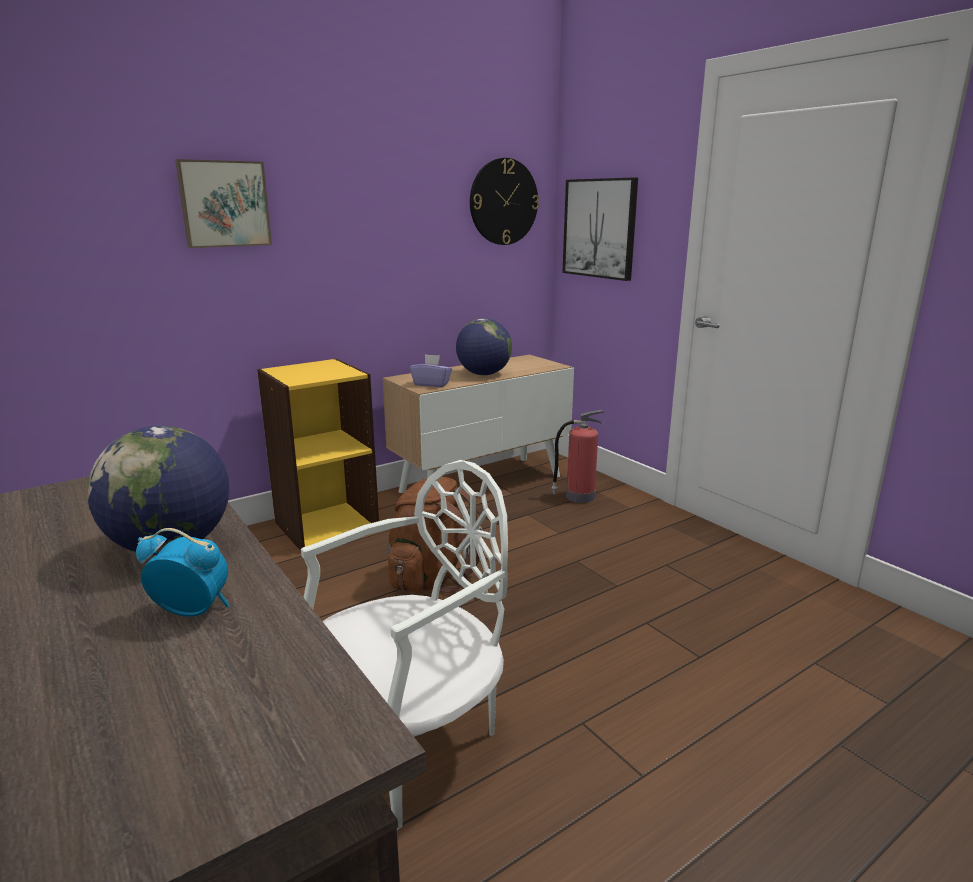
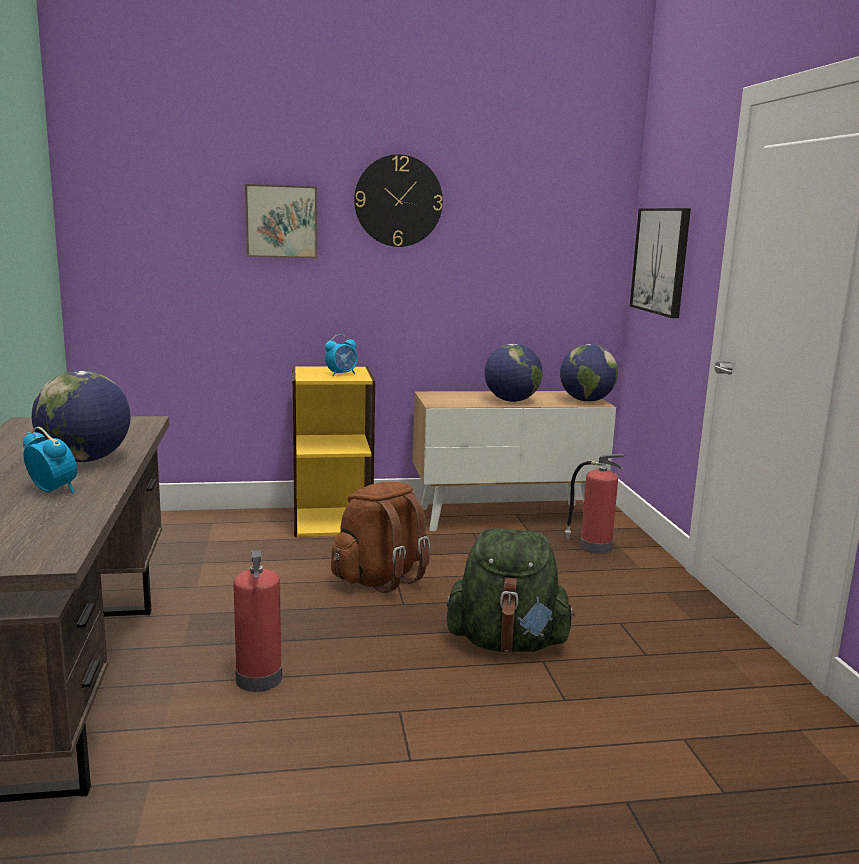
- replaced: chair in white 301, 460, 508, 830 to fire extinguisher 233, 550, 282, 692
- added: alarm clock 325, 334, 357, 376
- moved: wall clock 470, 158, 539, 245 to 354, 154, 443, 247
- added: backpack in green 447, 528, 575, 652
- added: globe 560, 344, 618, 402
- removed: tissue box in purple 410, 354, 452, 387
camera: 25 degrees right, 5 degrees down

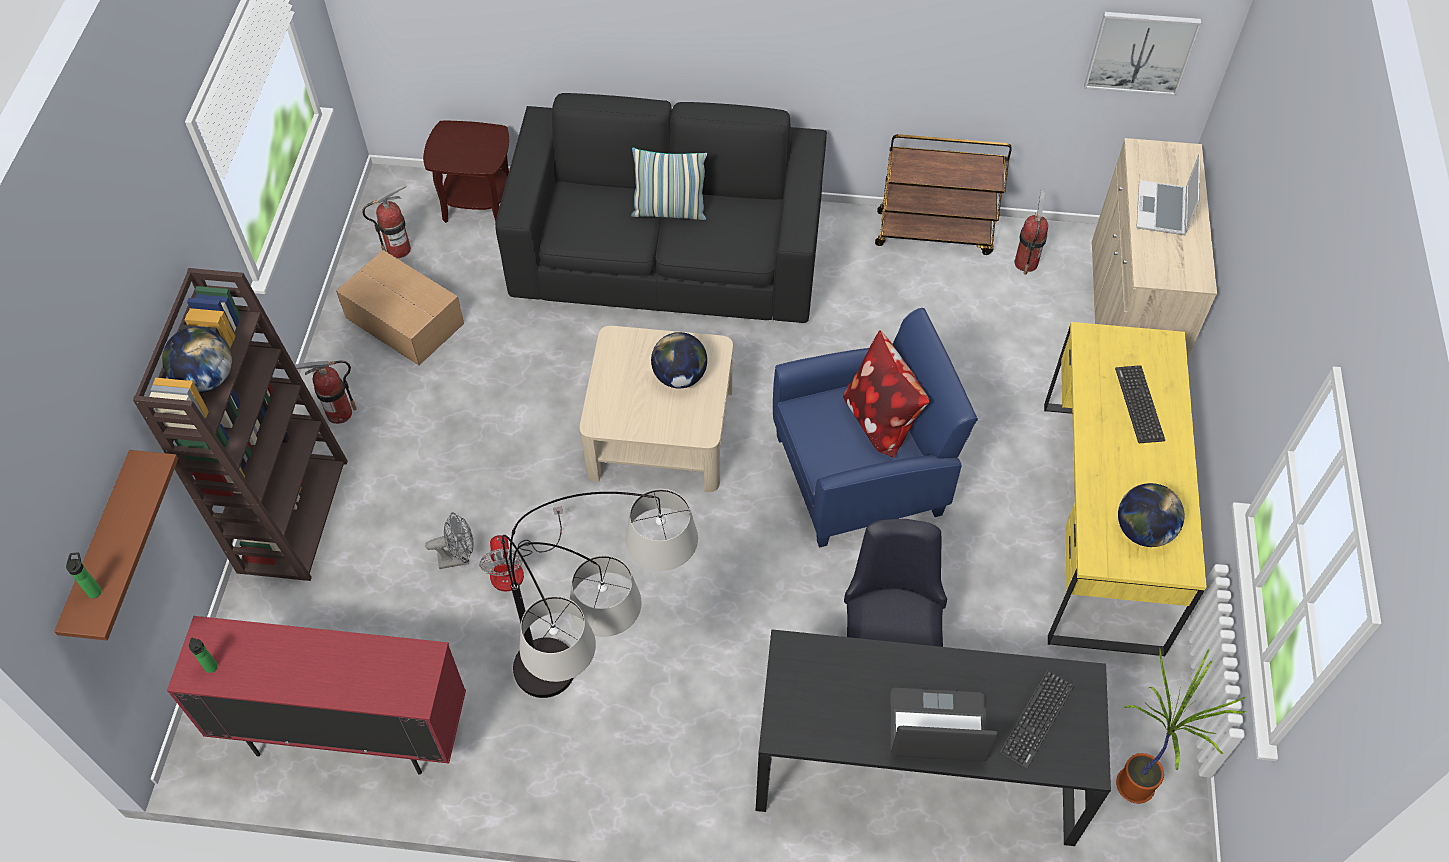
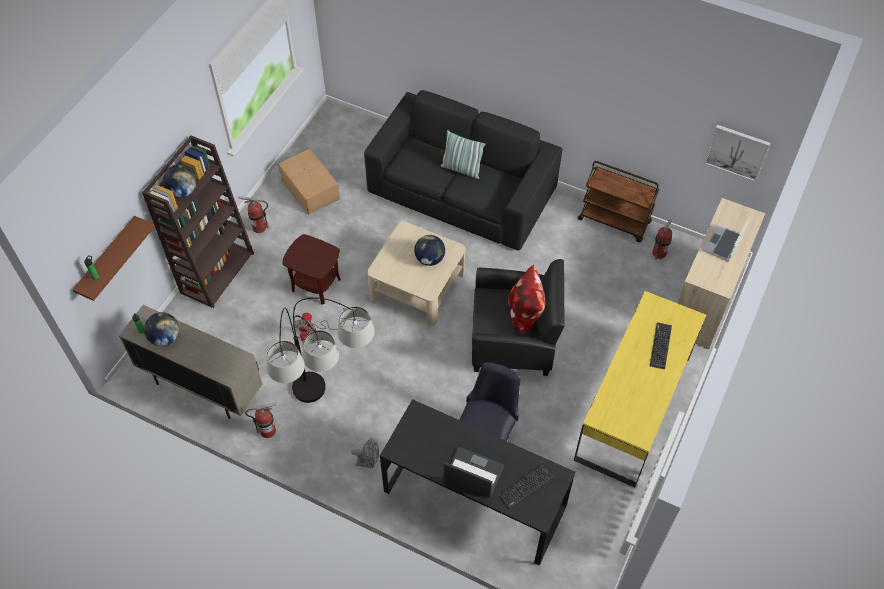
- recoloured: cabinet in red 167, 616, 466, 775 to cabinet in beige 119, 305, 263, 419
- moved: globe 1118, 483, 1184, 547 to 144, 312, 179, 346
- moved: fire extinguisher 362, 183, 411, 258 to 245, 403, 276, 438
- moved: side table in brown 423, 121, 509, 223 to 282, 234, 341, 305
- moved: fan in grey 425, 512, 474, 569 to 351, 438, 379, 469
- recoloured: armchair in blue 773, 308, 978, 548 to armchair in black 472, 259, 565, 376
- removed: potted plant 1116, 648, 1246, 804
camera: 20 degrees right, 0 degrees up

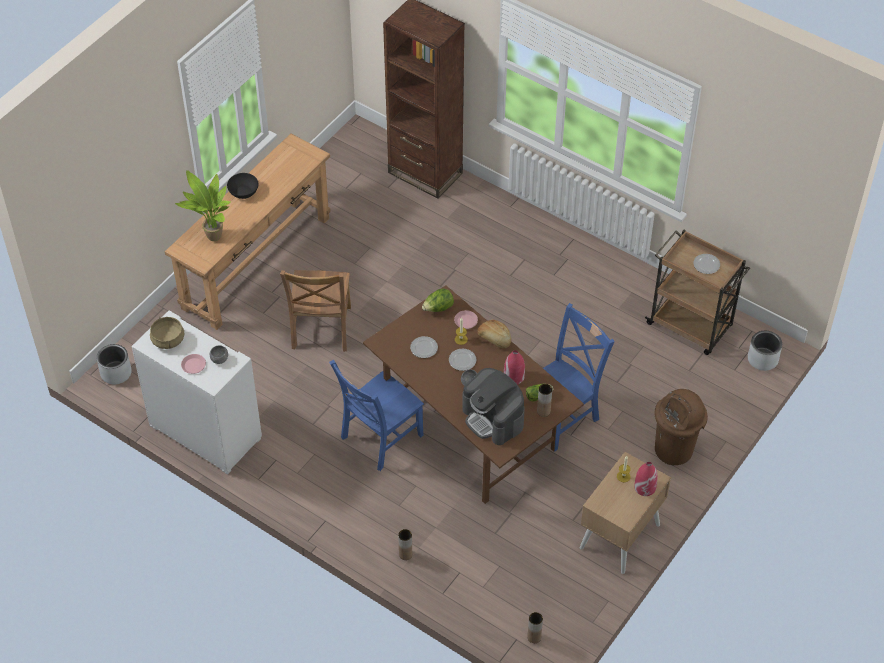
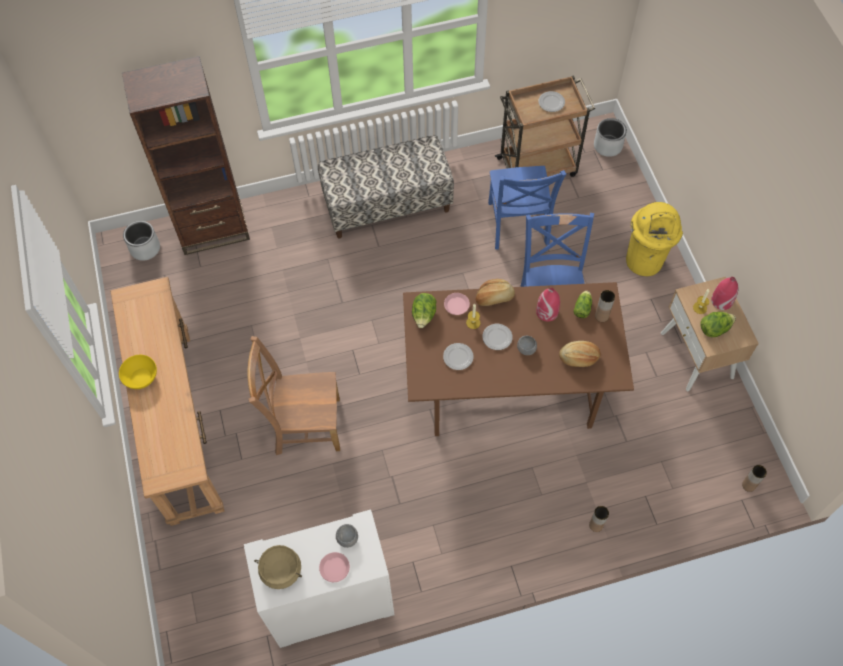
- recoloured: bowl in black 227, 173, 258, 199 to bowl in yellow 119, 355, 157, 389
- moved: planter in grey 97, 344, 132, 384 to 123, 221, 160, 261
- turned: chair in brown 280, 270, 351, 352 = 247, 336, 340, 455 135 degrees clockwise
- added: bench 318, 135, 454, 238
- moved: chair in blue 329, 360, 424, 471 to 488, 166, 566, 250
- replaced: coffee machine 462, 368, 525, 445 to bread 559, 341, 601, 367
- recoloured: trash can in brown 654, 389, 708, 465 to trash can in yellow 626, 202, 683, 276
- added: lettuce 700, 312, 736, 337
- removed: potted plant 175, 170, 230, 241
camera: 50 degrees left, 10 degrees up

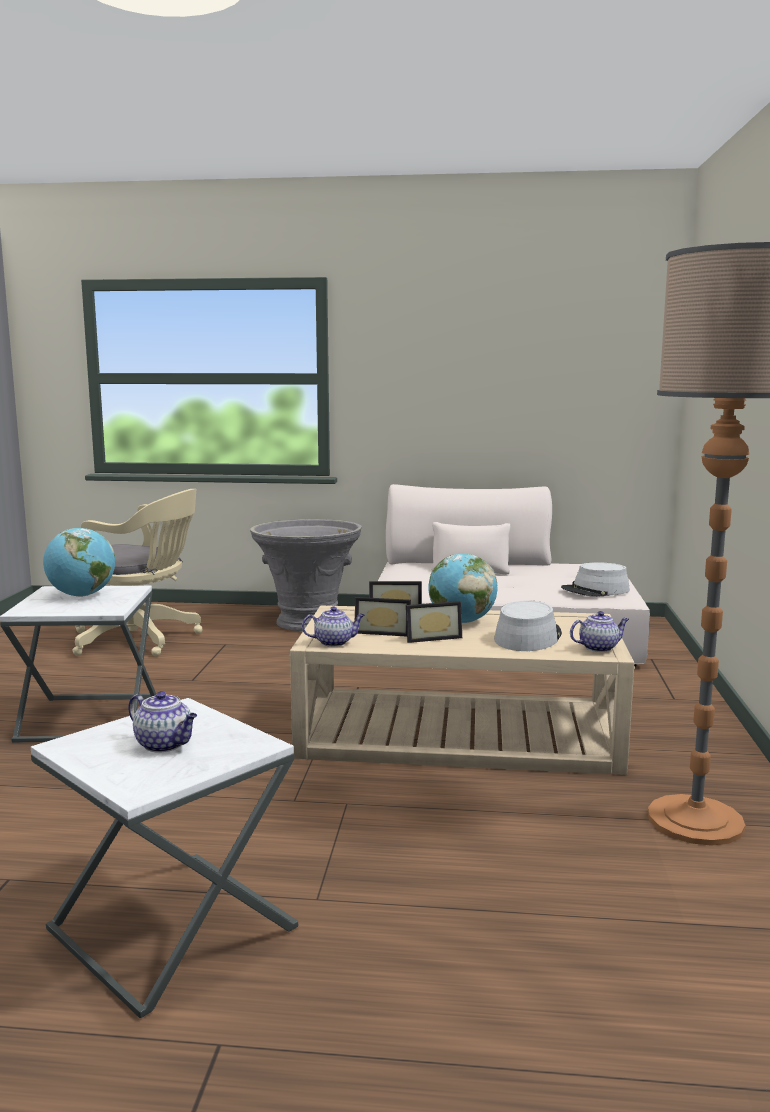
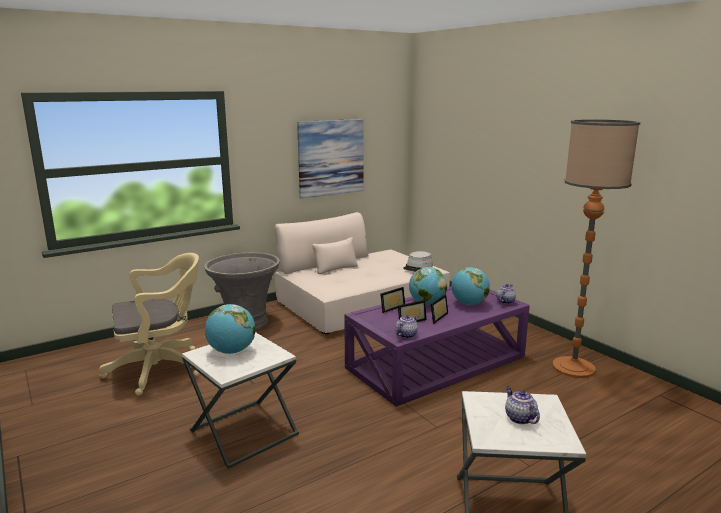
- added: picture 297, 119, 363, 199
- recoloured: coffee table in beige 290, 606, 635, 775 to coffee table in purple 344, 287, 530, 407
- replaced: hat in grey 494, 600, 562, 651 to globe 451, 267, 490, 305
- turned: teapot 128, 691, 197, 753 = 505, 386, 540, 424 105 degrees counterclockwise
camera: 40 degrees left, 5 degrees up

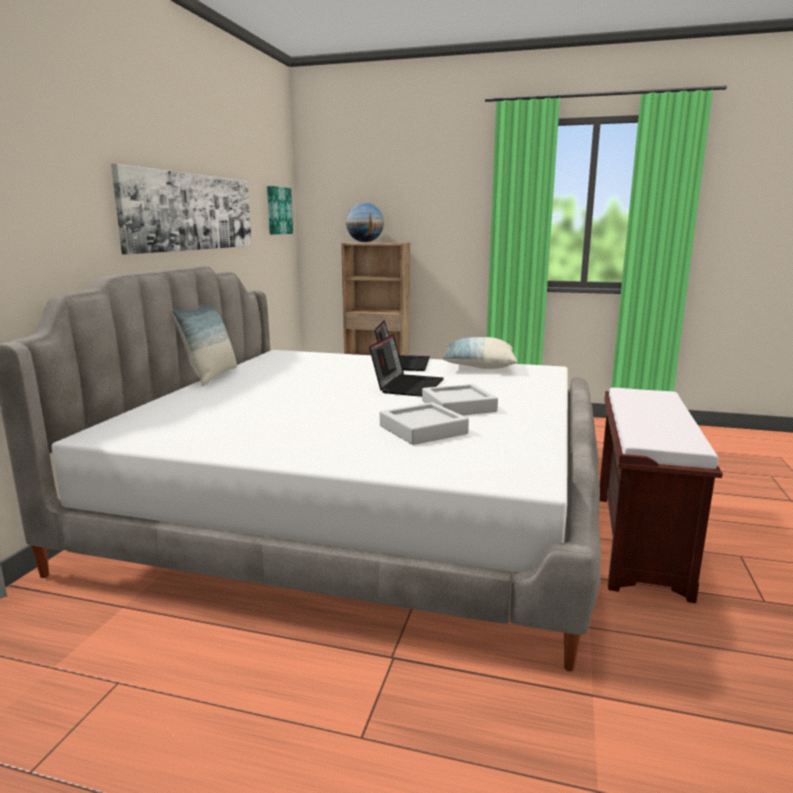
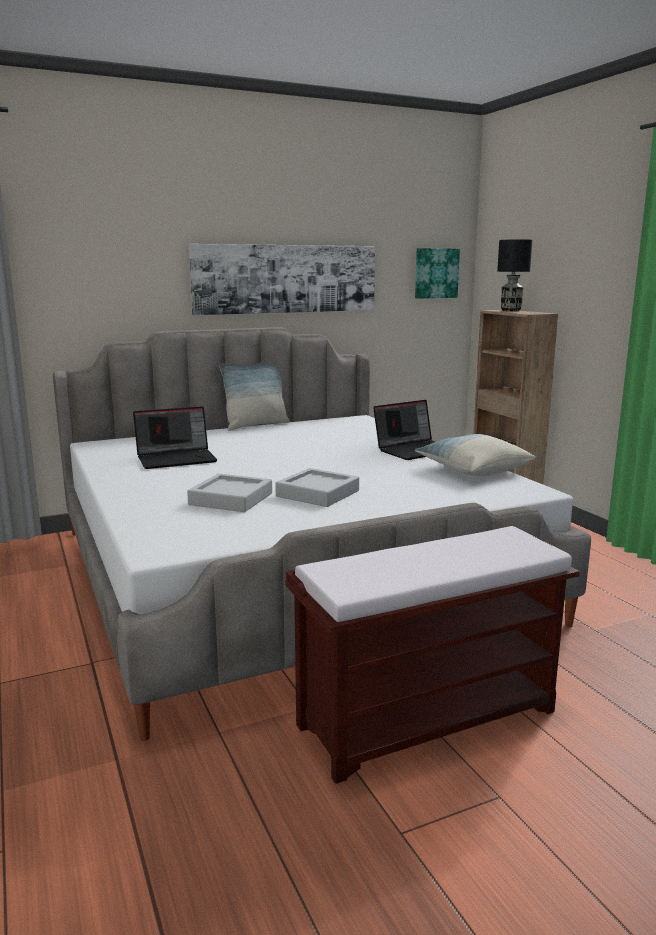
- moved: laptop 369, 334, 444, 397 to 133, 406, 217, 469
- replaced: globe 346, 203, 384, 242 to table lamp in black 497, 239, 532, 311
camera: 50 degrees right, 0 degrees up

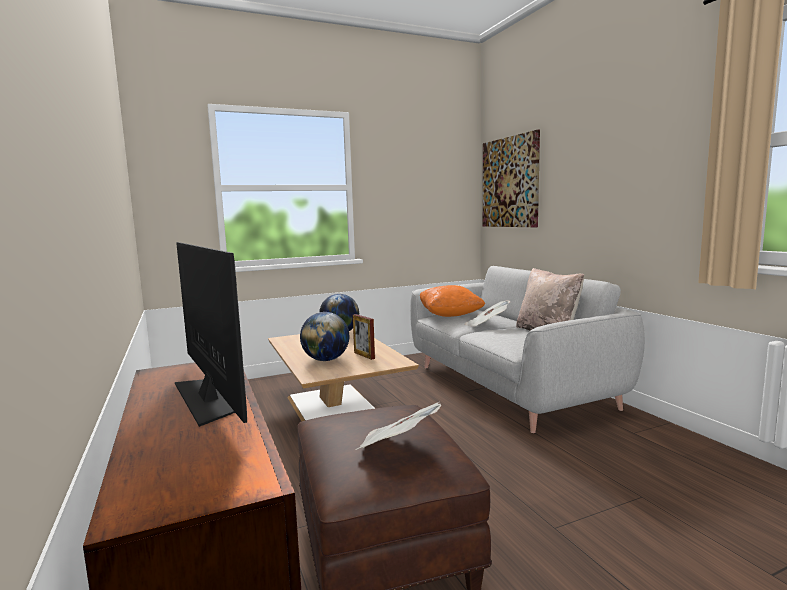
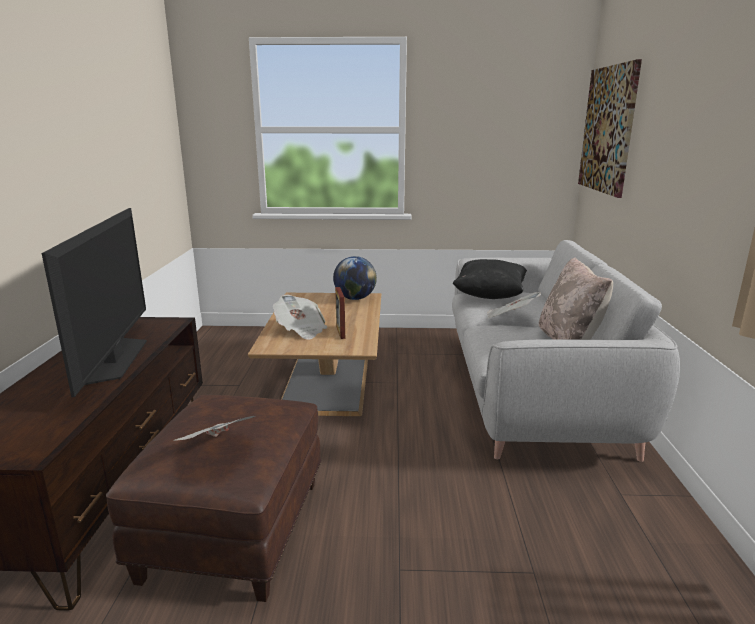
- replaced: globe 300, 312, 349, 361 to newspaper 273, 295, 327, 340
- recoloured: pillow in orange 420, 285, 485, 317 to pillow in black 453, 259, 527, 299
camera: 25 degrees right, 10 degrees up

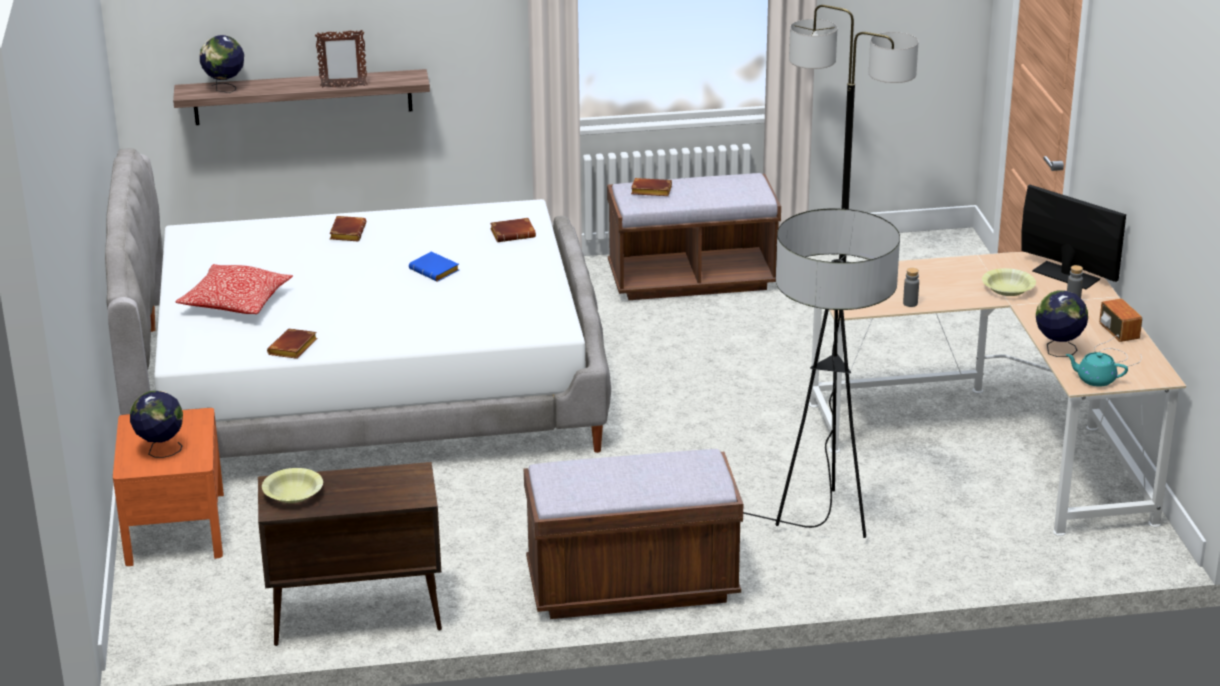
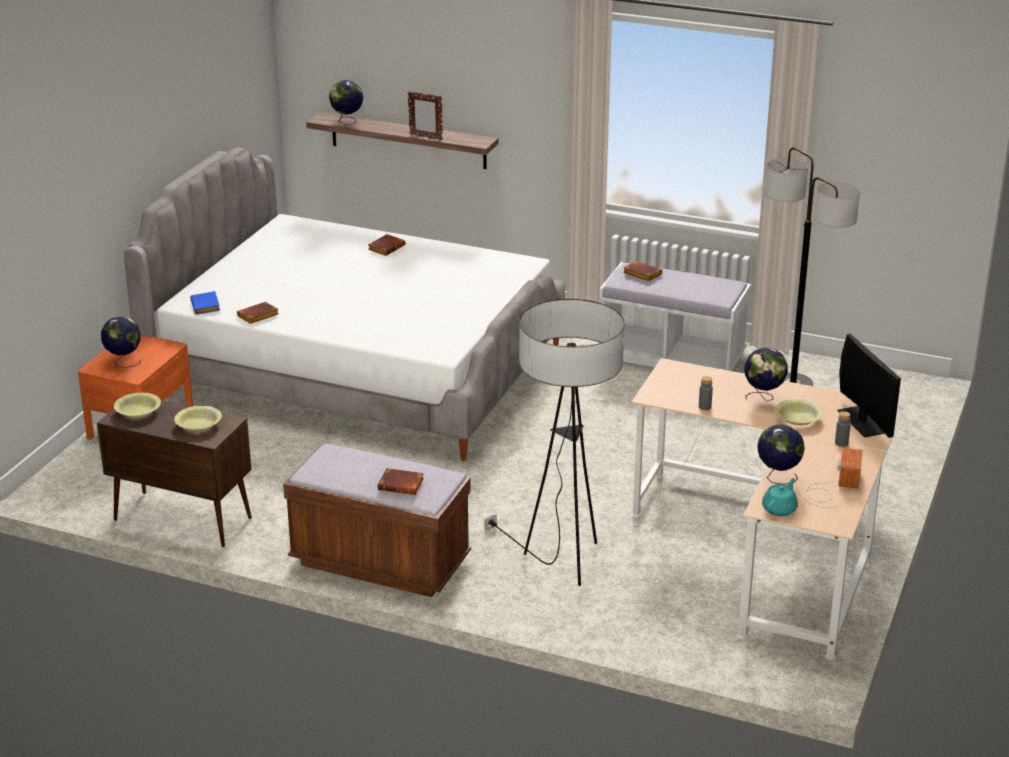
- added: bowl in yellow 174, 406, 222, 432
- moved: book in blue 409, 251, 459, 282 to 190, 291, 220, 315
- moved: book in brown 490, 218, 536, 242 to 378, 468, 424, 495
- recoloured: bench in brown 607, 173, 781, 300 to bench in white 600, 262, 751, 371
- added: globe 745, 348, 788, 401
- turned: teapot in turquoise 1065, 352, 1128, 387 = 762, 478, 798, 516 75 degrees clockwise
- removed: pillow 175, 264, 293, 314
camera: 30 degrees right, 0 degrees up

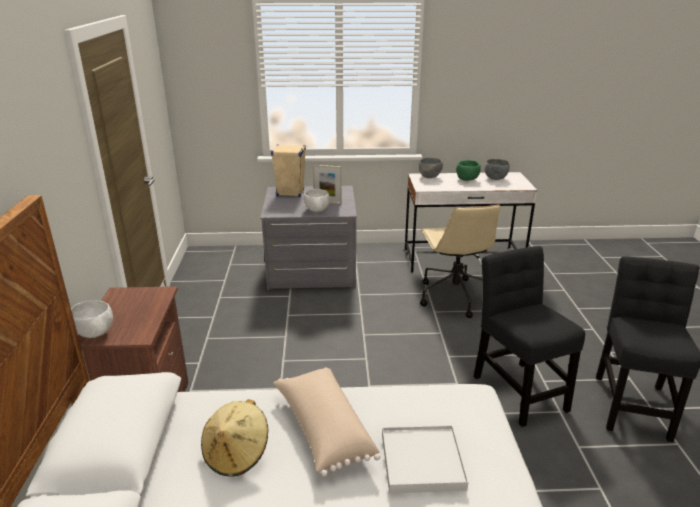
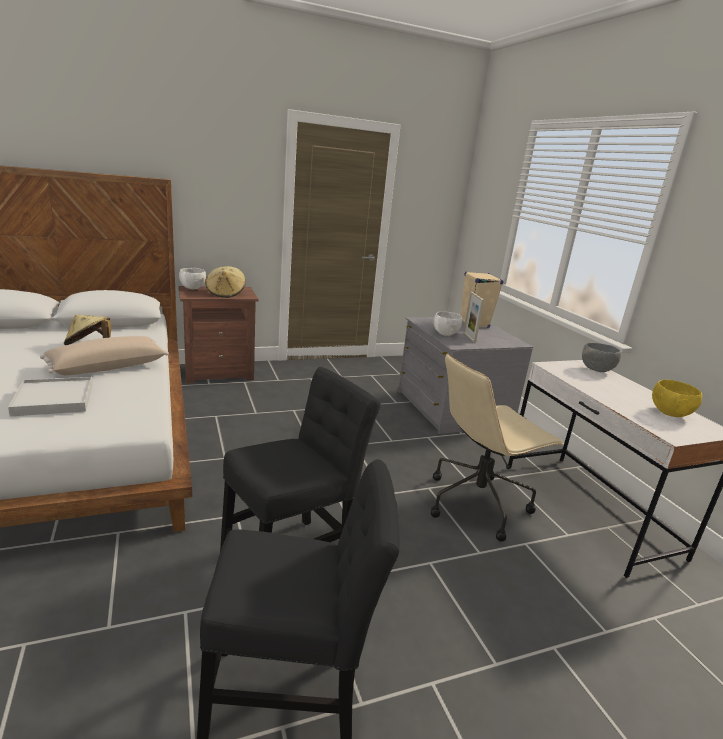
- added: hat in beige 205, 266, 246, 298
- recoloured: bowl in grey 484, 159, 510, 180 to bowl in yellow 652, 380, 702, 417
- removed: bowl in green 456, 160, 481, 181
camera: 70 degrees right, 5 degrees down

